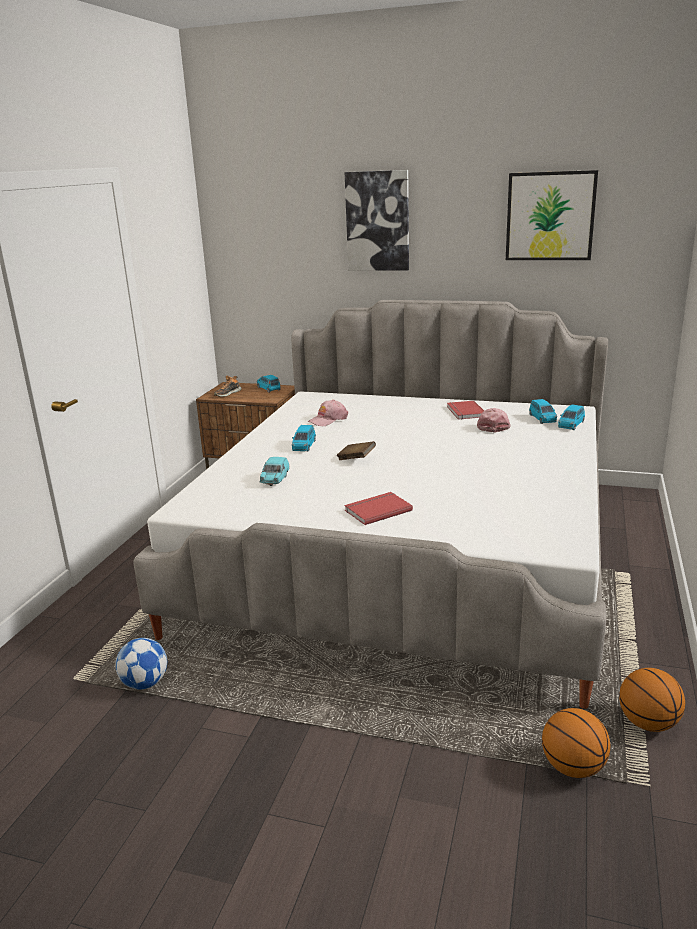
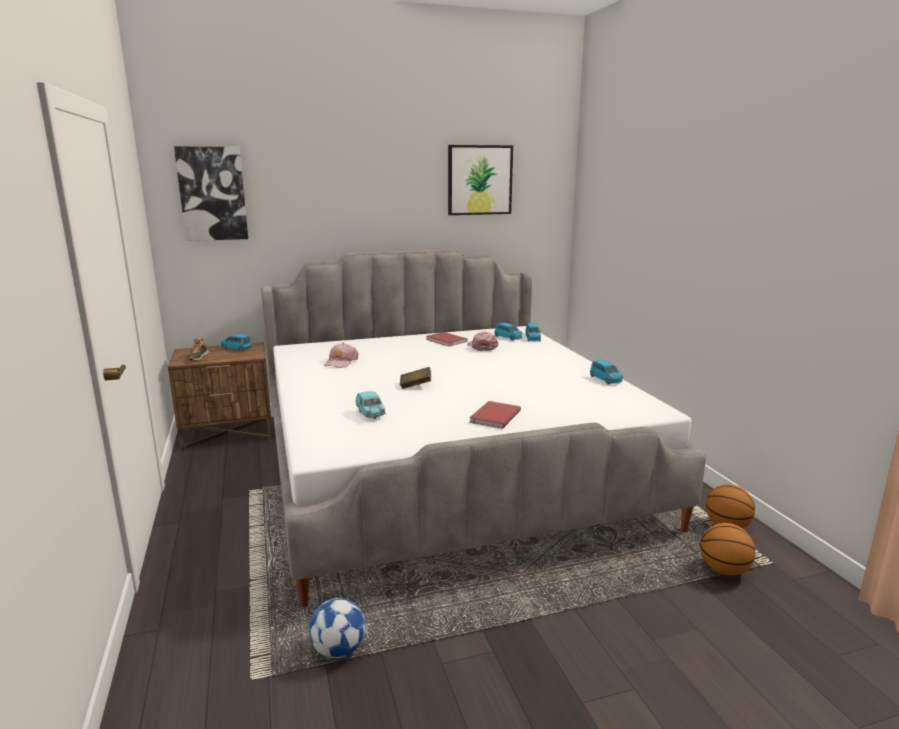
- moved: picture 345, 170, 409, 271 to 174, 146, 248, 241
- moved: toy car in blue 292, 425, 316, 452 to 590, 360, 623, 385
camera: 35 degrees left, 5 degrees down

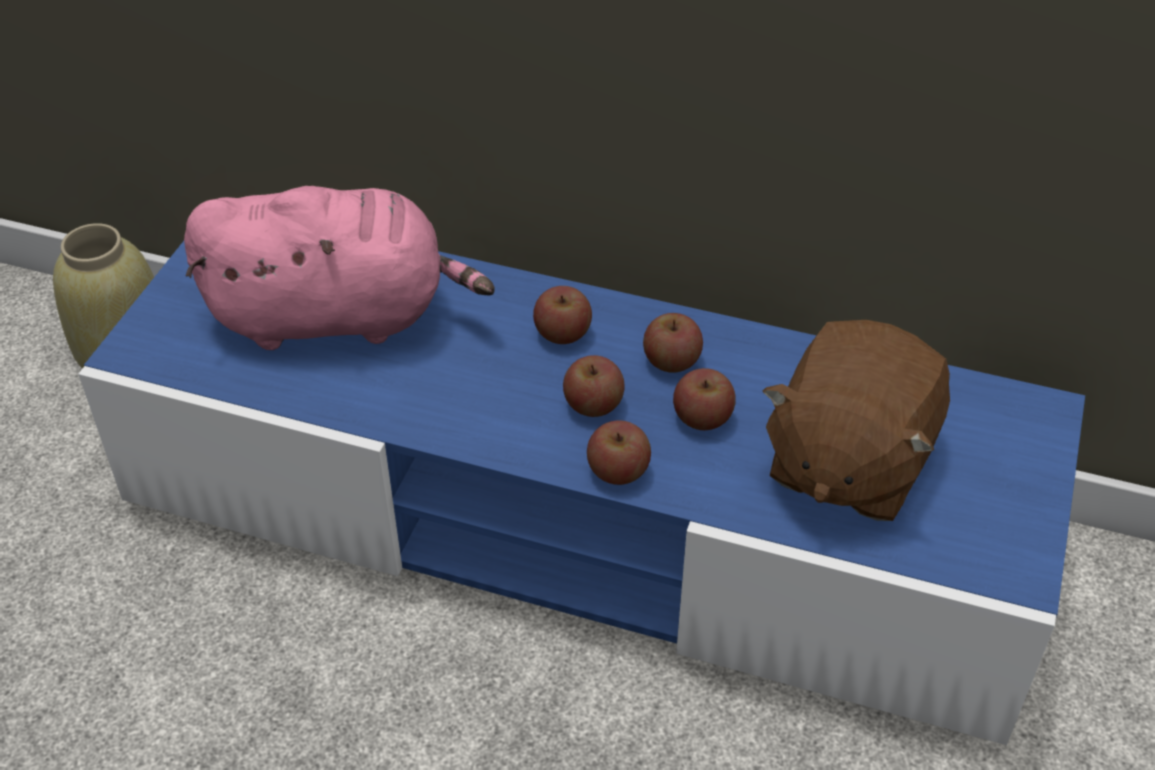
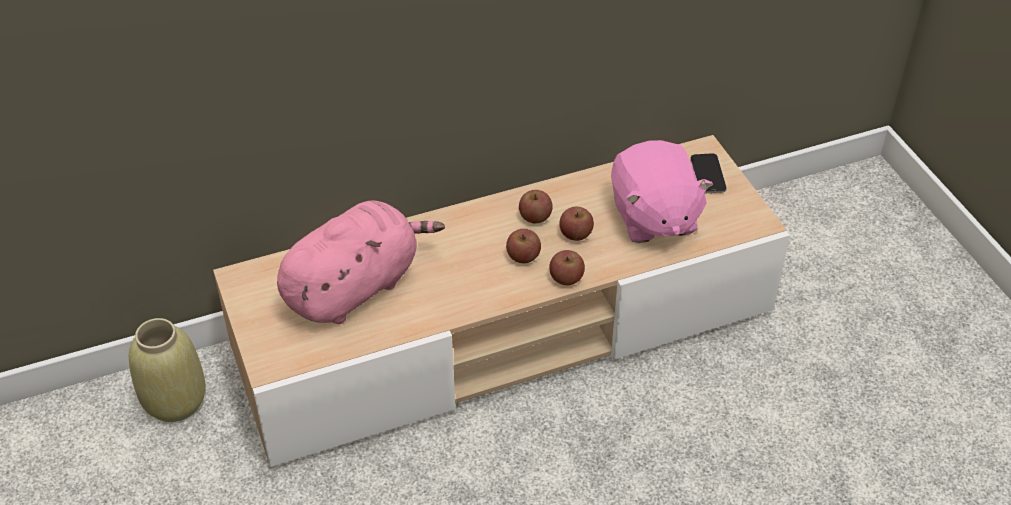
- recoloured: tv stand in blue 78, 241, 1085, 745 to tv stand in beige 213, 135, 790, 467
- recoloured: plush toy in brown 763, 320, 950, 521 to plush toy in pink 611, 140, 713, 243
- added: phone 691, 153, 727, 193
- removed: apple 533, 286, 592, 344
camera: 40 degrees left, 0 degrees up

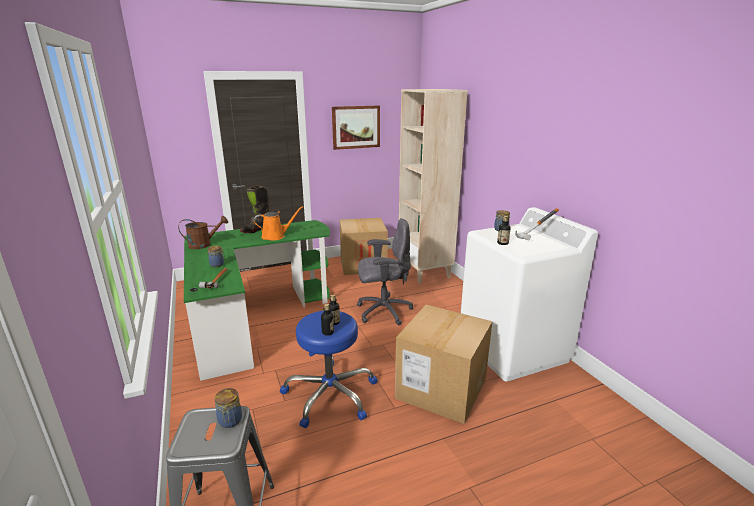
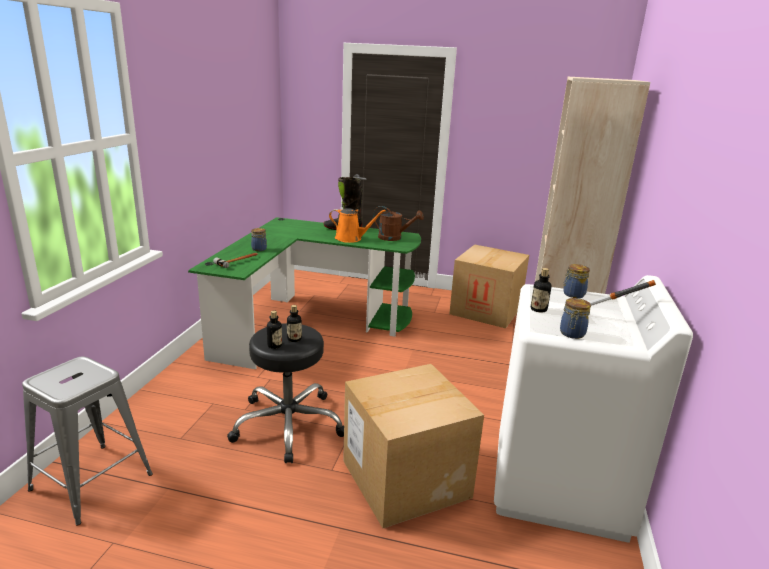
- recoloured: stool in blue 280, 311, 378, 428 to stool in black 227, 323, 344, 463
- moved: watering can in brown 178, 216, 228, 249 to 373, 206, 424, 241
- moved: jar 215, 388, 242, 428 to 560, 298, 591, 339
- removed: picture 332, 106, 380, 150
- removed: office chair in grey 357, 218, 413, 325
camera: 35 degrees right, 0 degrees up

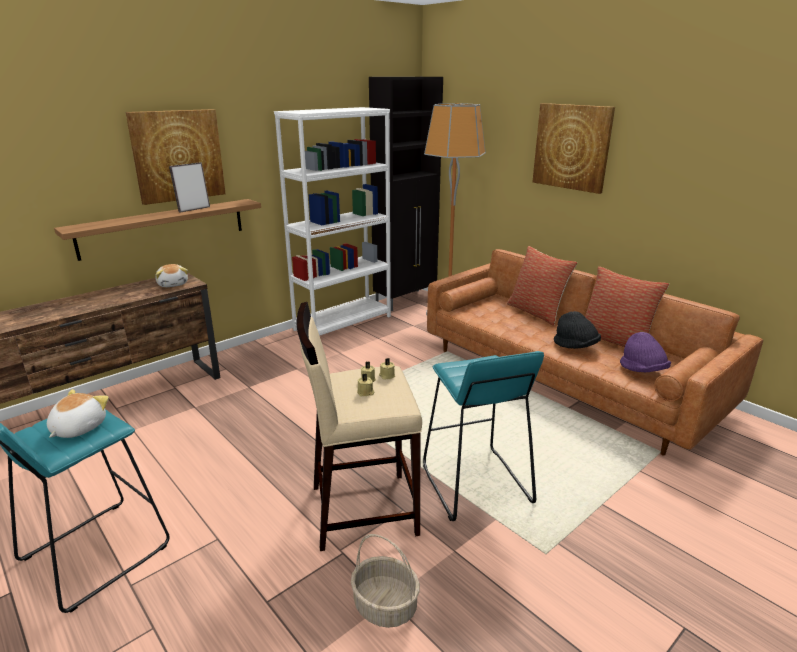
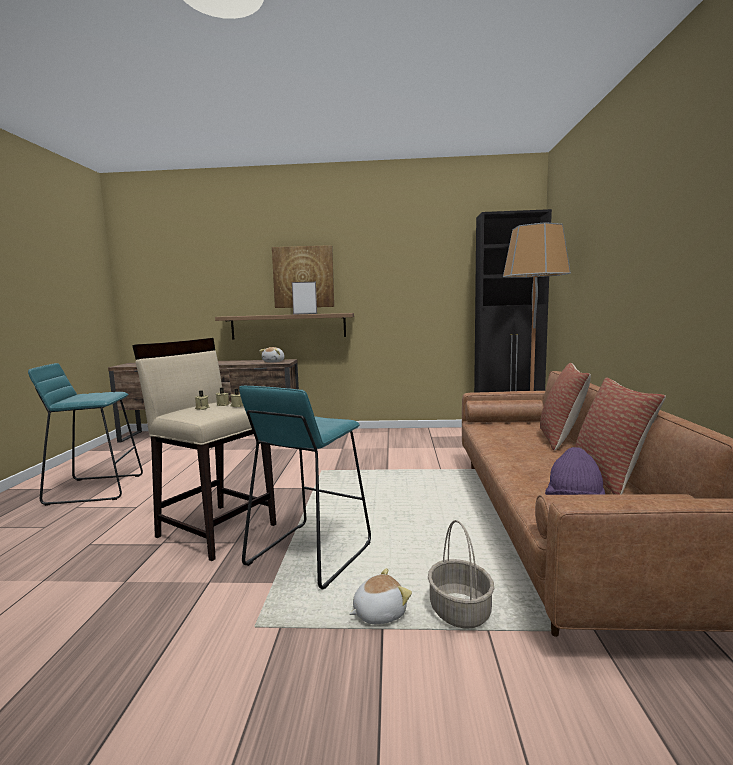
- moved: plush toy 47, 389, 109, 438 to 349, 568, 412, 624
- moved: basket 351, 534, 420, 628 to 428, 520, 494, 628
- removed: bookcase in white 274, 107, 391, 336
- removed: picture 533, 103, 615, 194
- removed: hat in black 554, 311, 601, 349
camera: 45 degrees right, 15 degrees down

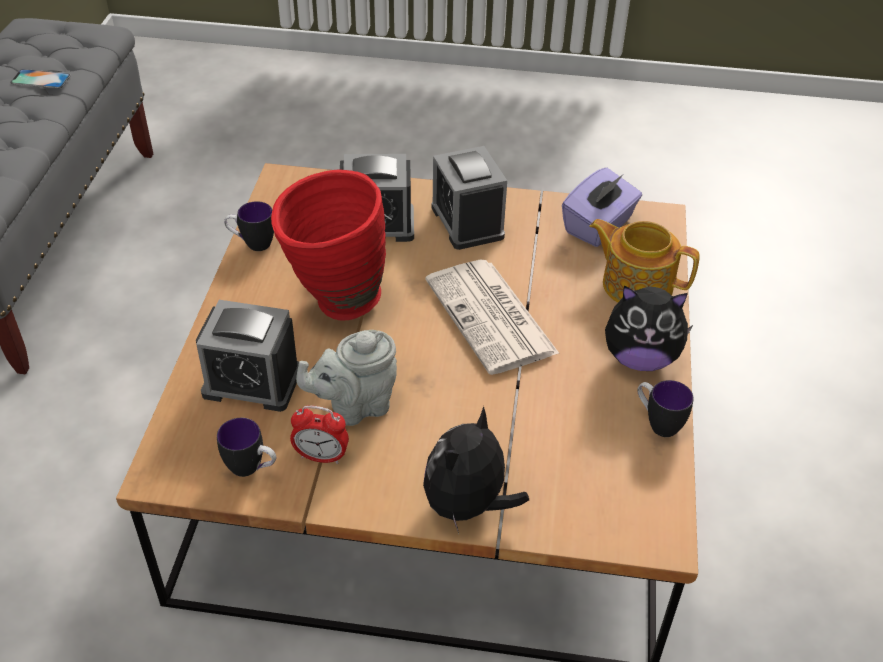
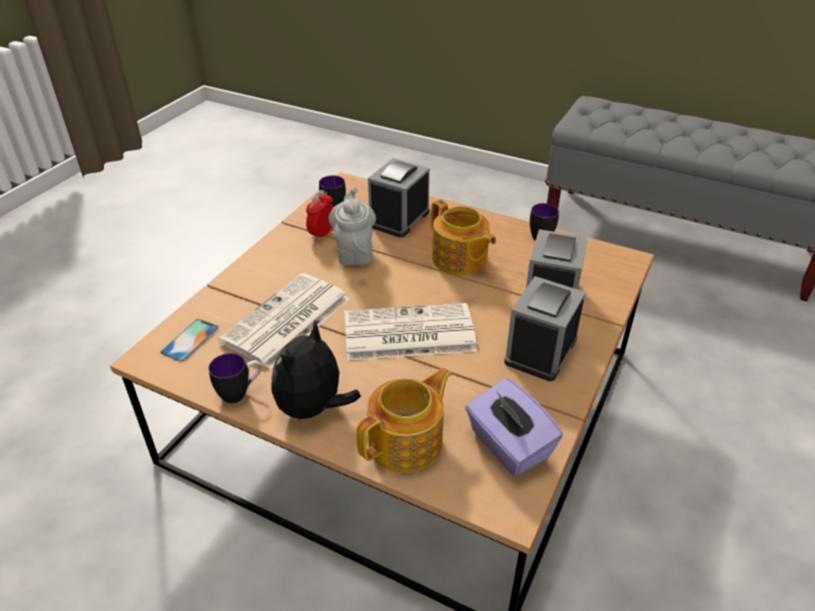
- moved: phone 10, 69, 71, 89 to 161, 319, 219, 362
- added: newspaper 218, 273, 350, 369
- replaced: vase in red 271, 169, 386, 321 to teapot 431, 199, 496, 275
- turned: alarm clock 432, 146, 507, 250 = 504, 276, 586, 381 60 degrees counterclockwise
- removed: plush toy 423, 406, 529, 534
camera: 110 degrees right, 5 degrees down

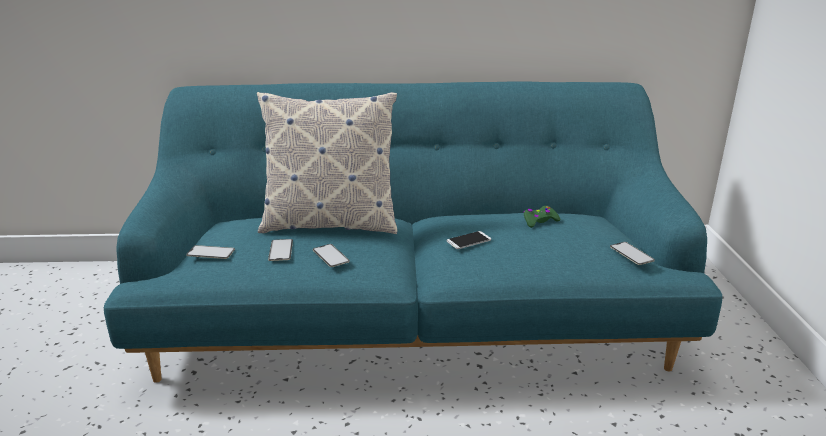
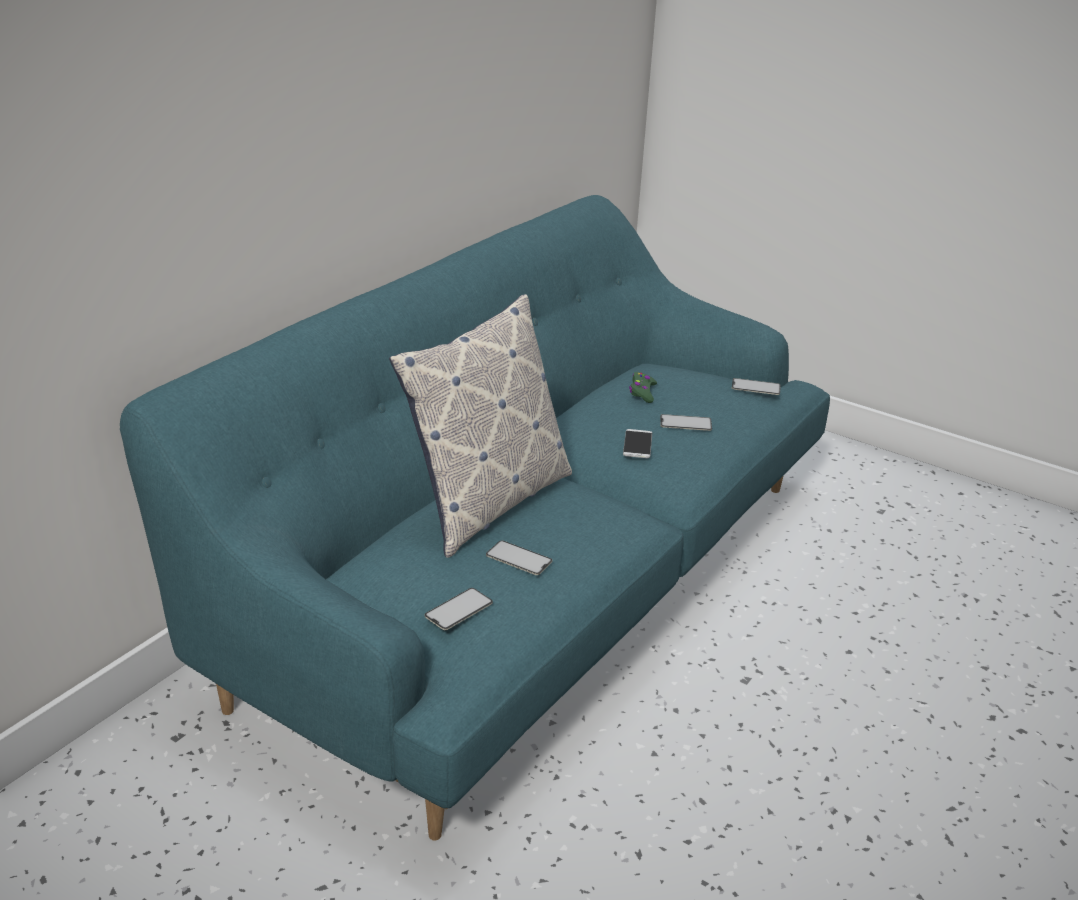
- moved: phone 313, 244, 350, 267 to 660, 414, 712, 431
camera: 55 degrees left, 5 degrees up

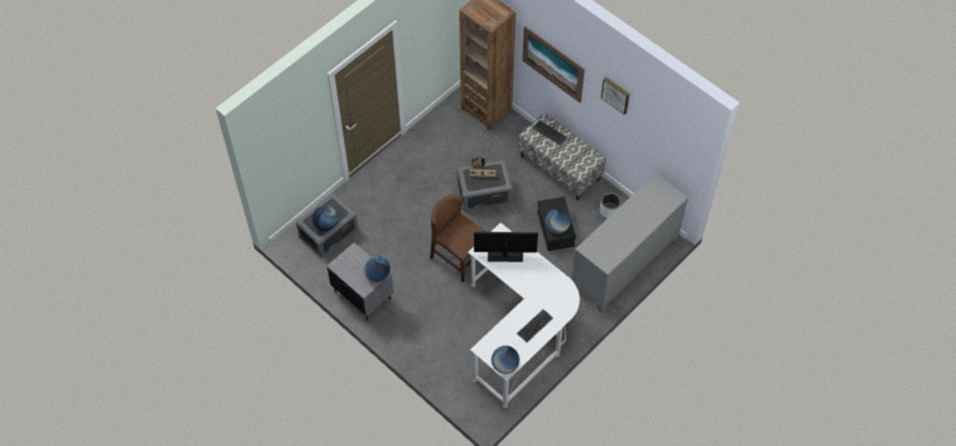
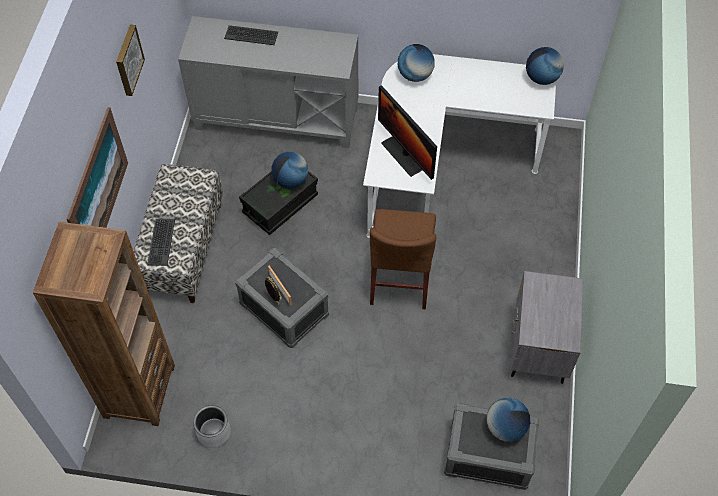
- moved: planter in grey 600, 192, 622, 218 to 193, 405, 231, 448
- moved: keyboard 517, 309, 553, 342 to 224, 25, 278, 45
- moved: globe 363, 255, 390, 282 to 398, 44, 435, 82
camera: 125 degrees left, 0 degrees up

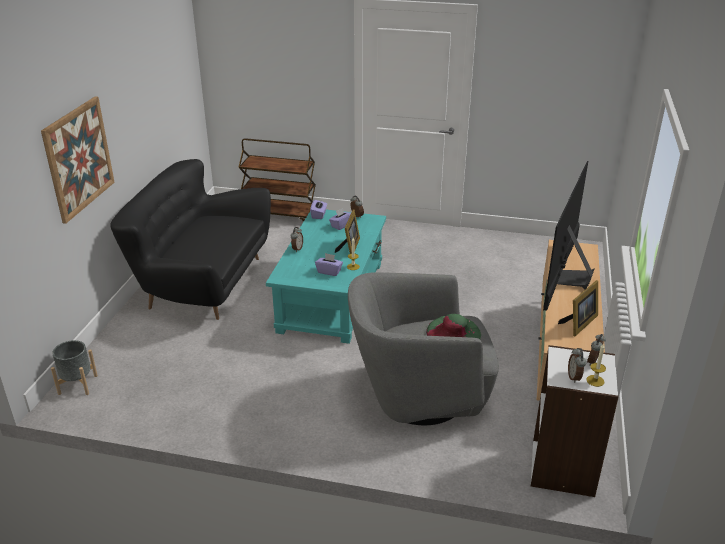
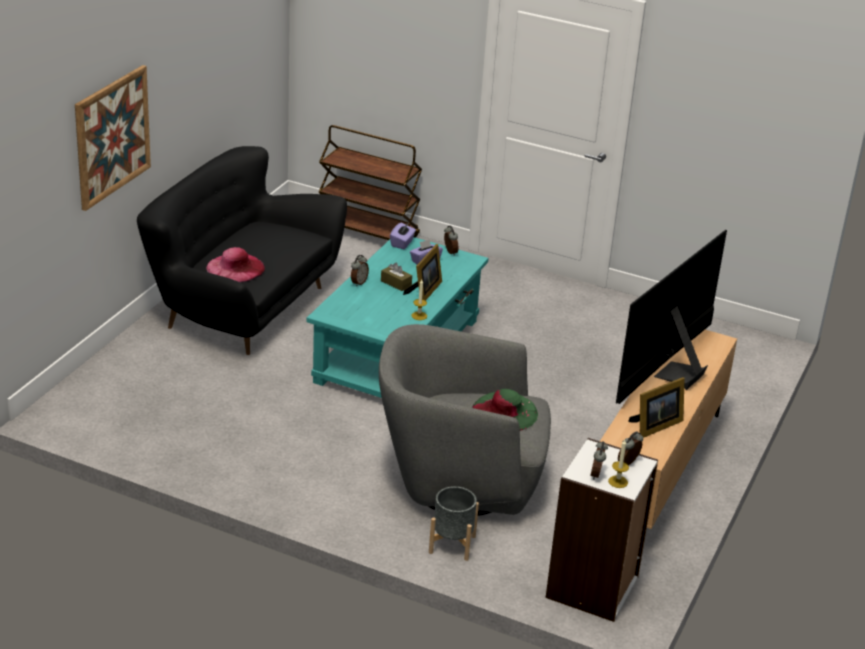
- added: hat in pink 206, 247, 265, 283
- added: tissue box in brown 381, 263, 412, 291
- moved: planter in grey 51, 340, 98, 395 to 429, 486, 479, 561
- removed: tissue box in purple 315, 253, 343, 276
camera: 10 degrees right, 0 degrees up

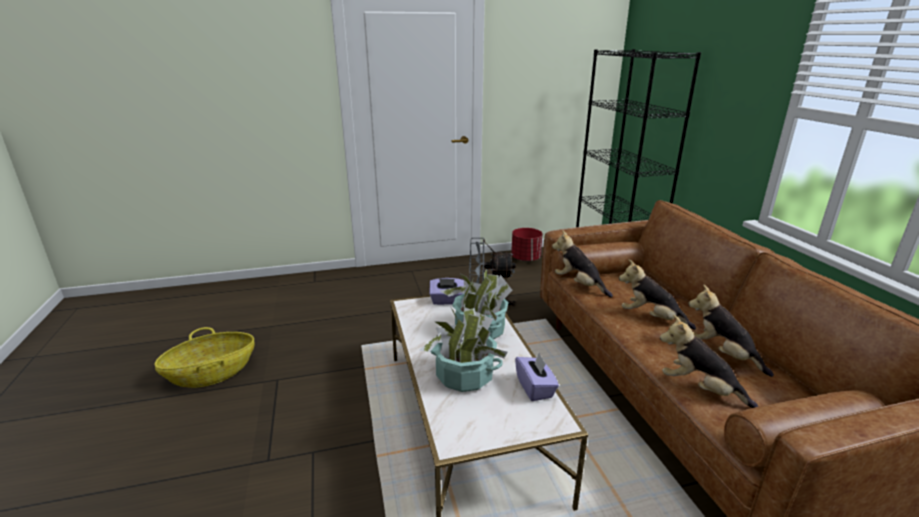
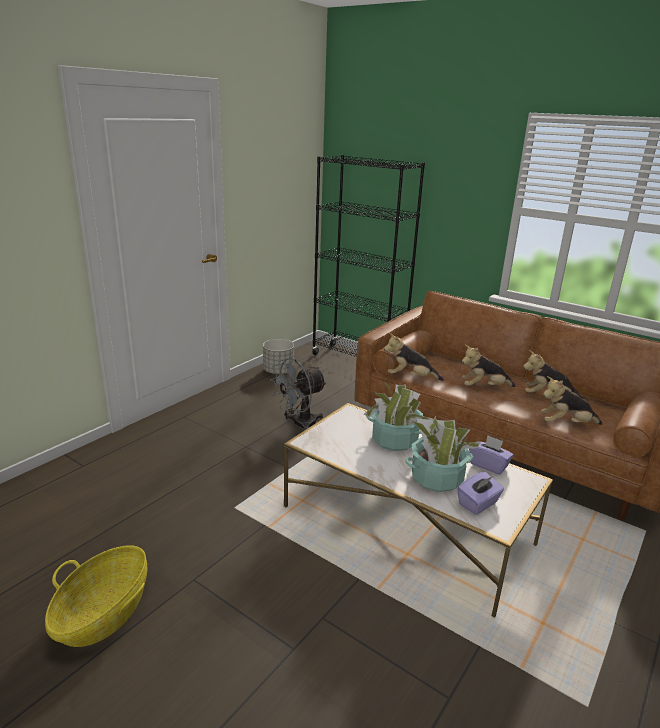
- recoloured: planter in red 511, 228, 543, 262 to planter in grey 263, 339, 294, 375
- moved: tissue box in purple 429, 278, 464, 305 to 458, 472, 504, 515
camera: 40 degrees left, 0 degrees up

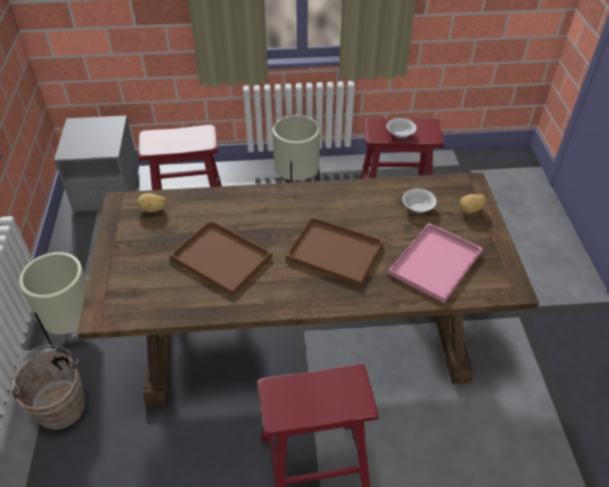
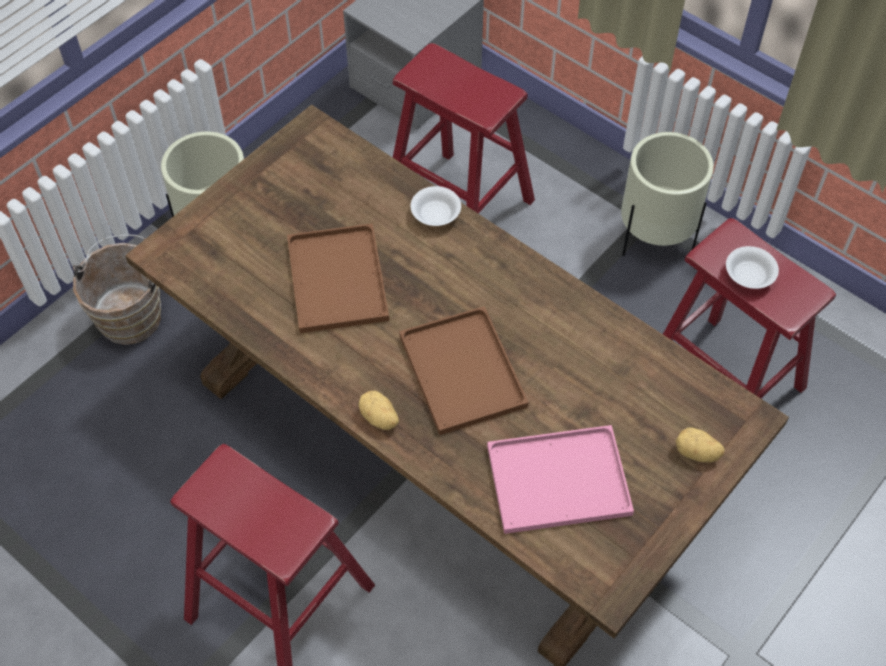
- moved: potato 137, 193, 167, 212 to 358, 391, 399, 430
- moved: bowl in white 403, 189, 437, 213 to 411, 186, 461, 226
camera: 45 degrees right, 10 degrees up

